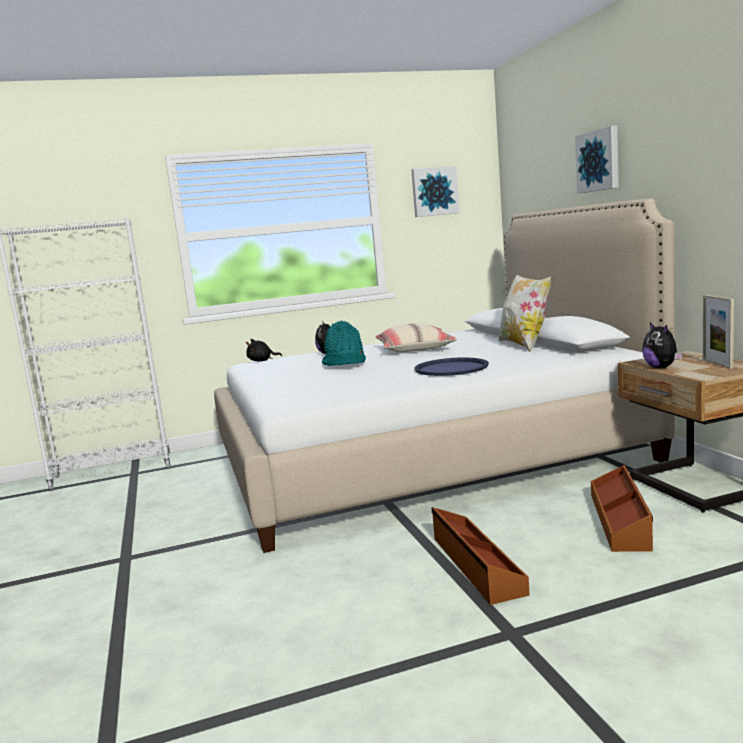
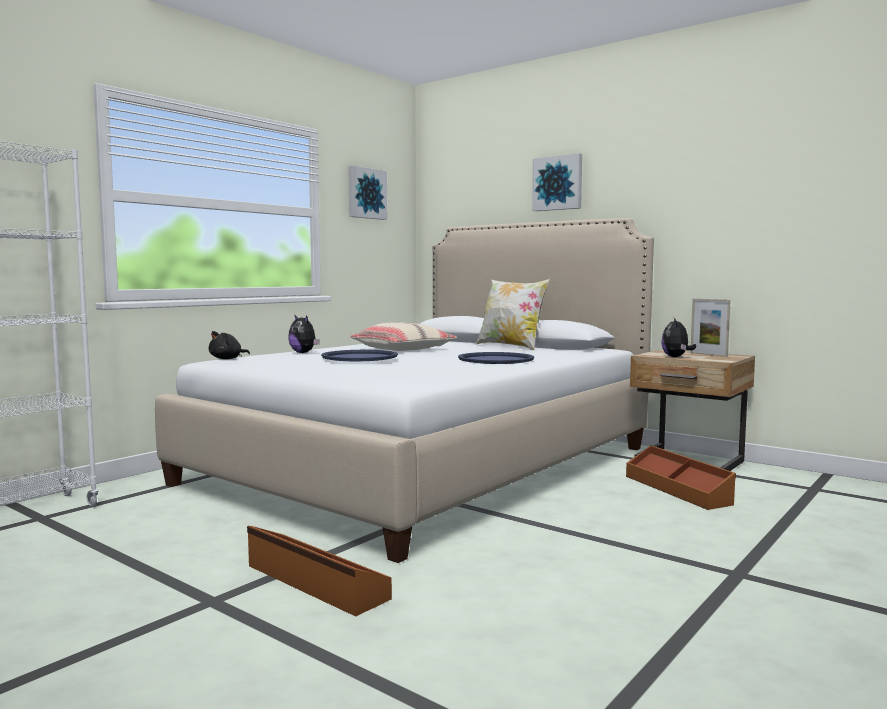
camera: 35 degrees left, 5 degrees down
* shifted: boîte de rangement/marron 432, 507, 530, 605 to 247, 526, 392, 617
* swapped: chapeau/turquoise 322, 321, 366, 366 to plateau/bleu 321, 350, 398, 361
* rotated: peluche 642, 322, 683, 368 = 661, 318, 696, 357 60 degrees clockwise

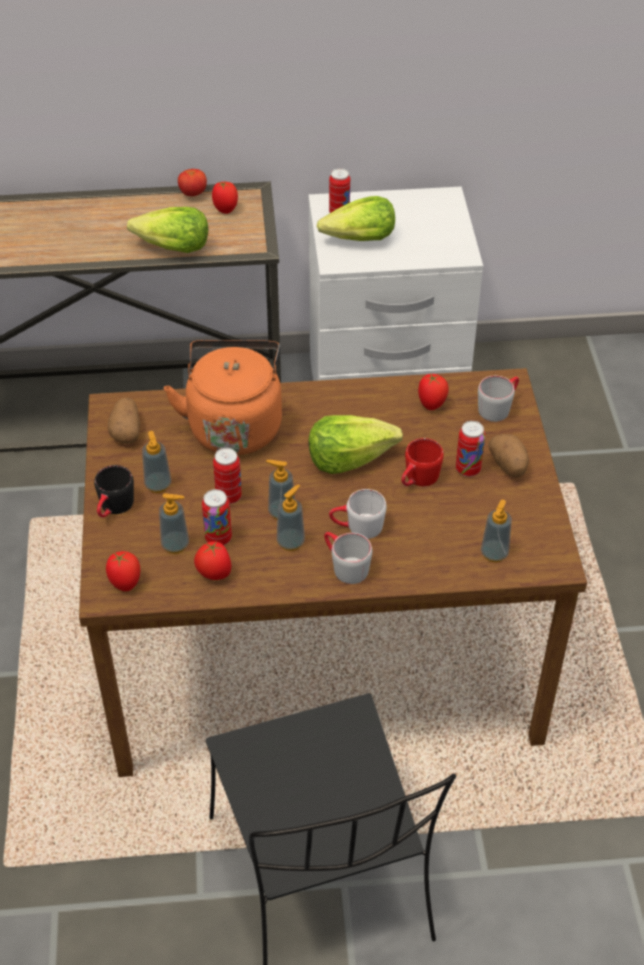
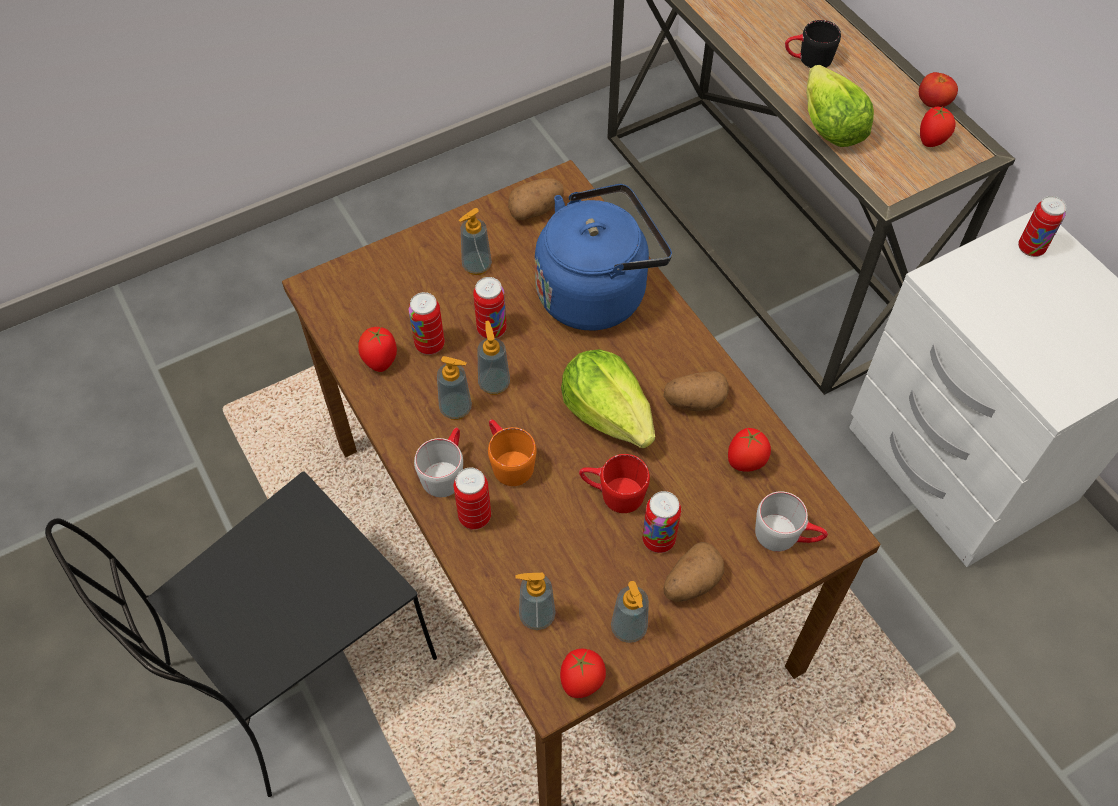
camera: 65 degrees right, 10 degrees up
* gone: laitue 317, 196, 395, 241
* new: boîte métallique 453, 468, 491, 530
* new: pomme de terre 663, 371, 729, 411
* shifted: mug/noir 94, 465, 134, 518 to 785, 20, 841, 68
* shifted: tomate 106, 551, 140, 591 to 560, 649, 606, 698
* shifted: distributeur de savon 159, 493, 189, 554 to 611, 581, 649, 643
* repainted: bouilloire/orange 164, 340, 282, 455 to bouilloire/bleu 535, 184, 672, 330
* repainted: mug/blanc 329, 489, 387, 539 to mug/orange 488, 420, 537, 486

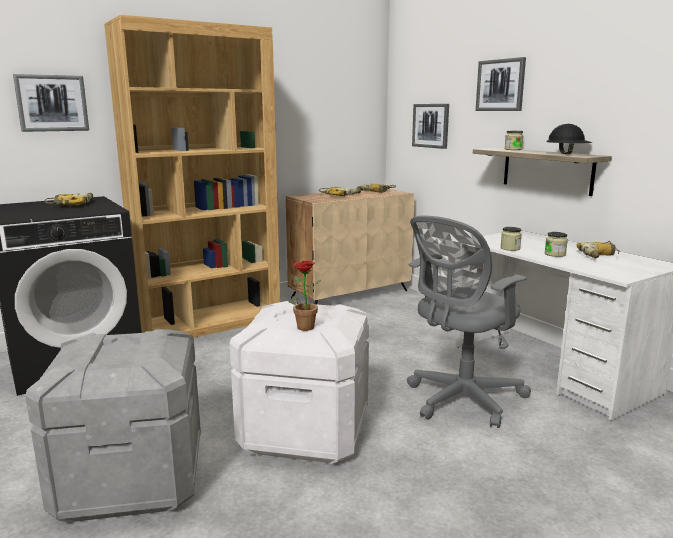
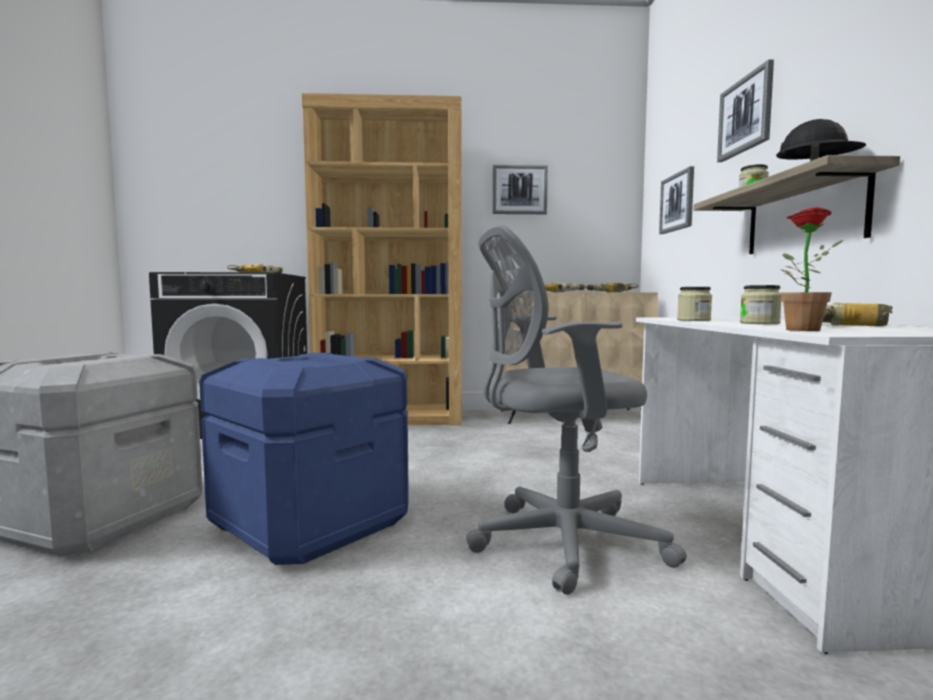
camera: 30 degrees right, 10 degrees down
* shifted: tableau 13, 74, 89, 132 to 493, 165, 548, 214
* shifted: plante en pot 290, 261, 321, 331 to 780, 207, 843, 331
* repainted: boîte de rangement/blanc 230, 301, 369, 464 to boîte de rangement/bleu 199, 353, 409, 565

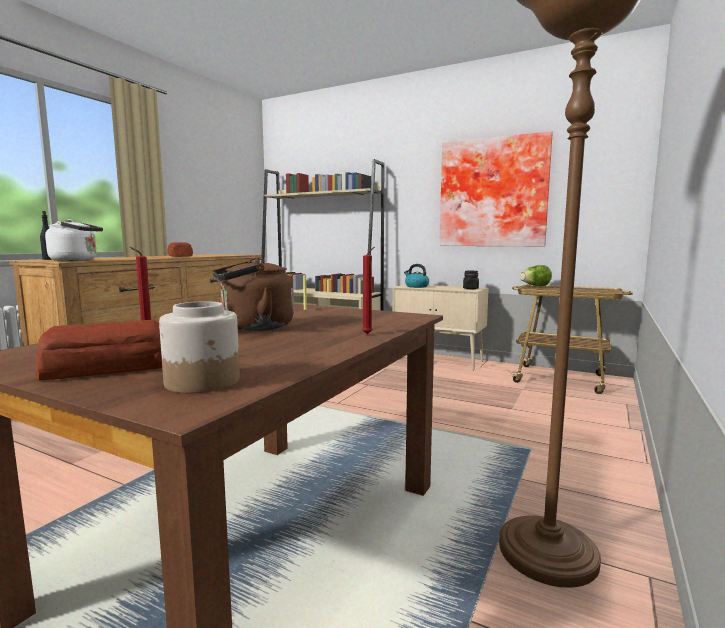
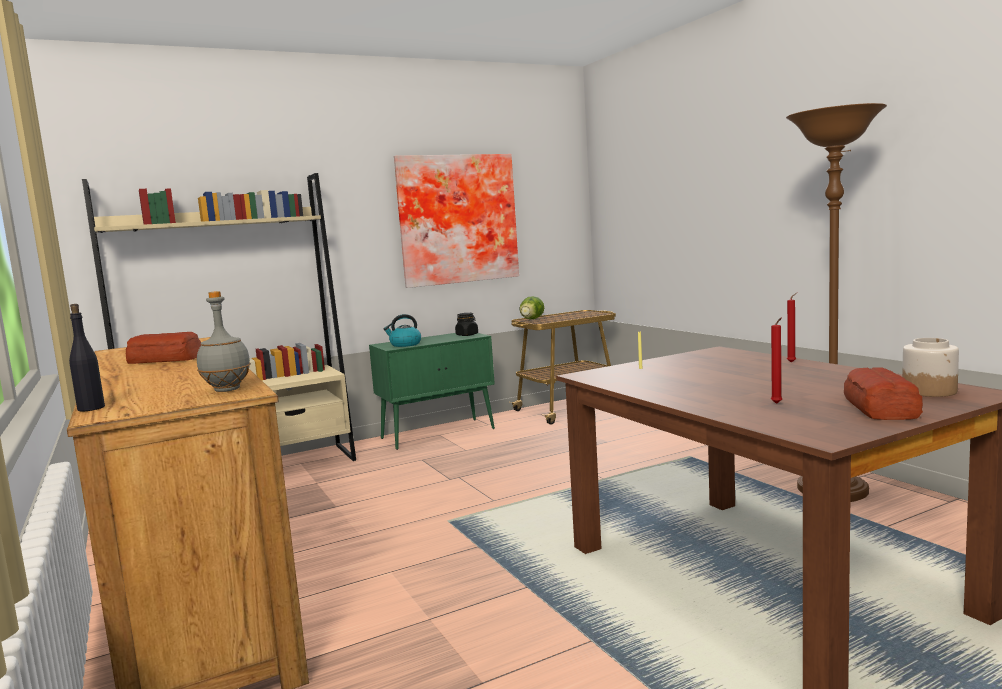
camera: 55 degrees left, 0 degrees up
* gone: bouilloire/marron 212, 258, 294, 331
* swapped: bouilloire/blanc 45, 219, 103, 261 to bouteille/gris 197, 291, 251, 392
* repainted: meuble de rangement/beige 393, 285, 489, 371 to meuble de rangement/vert 369, 333, 495, 450

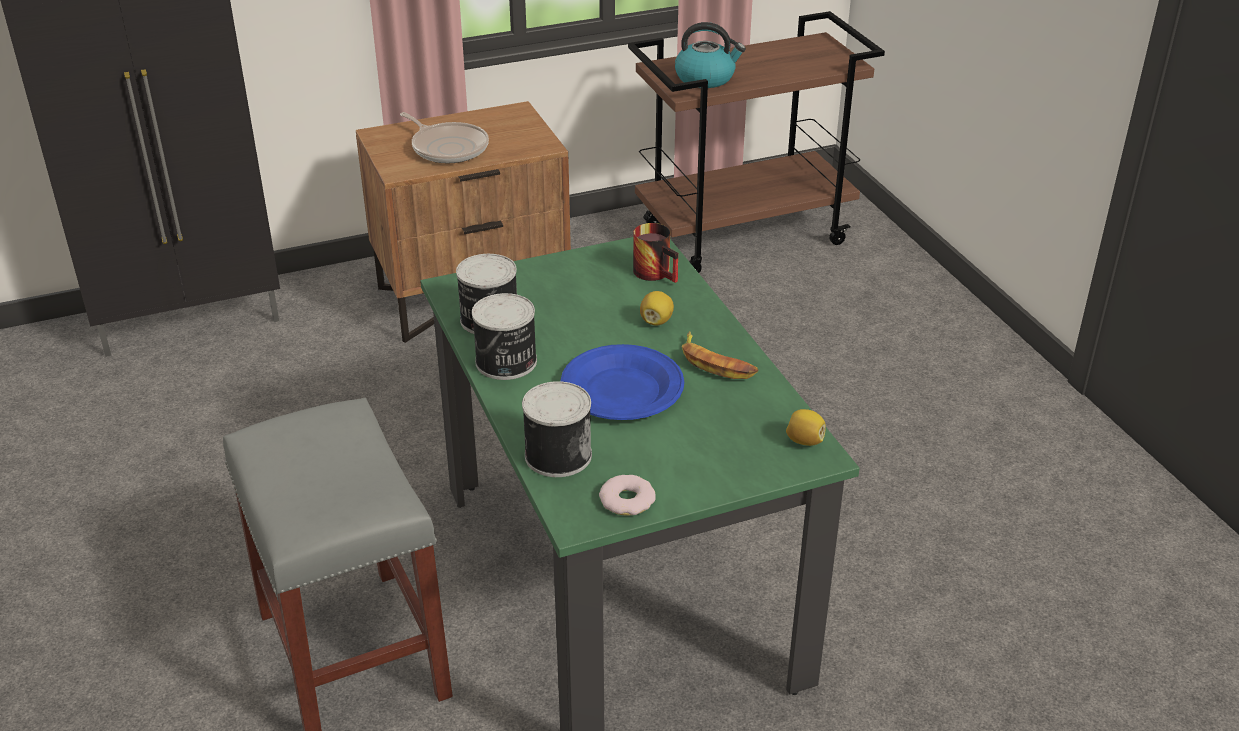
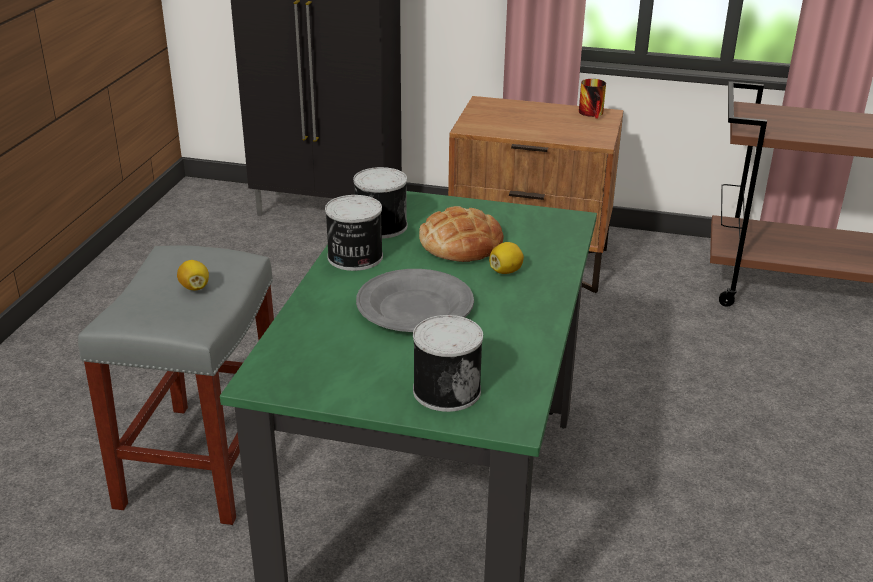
camera: 35 degrees right, 5 degrees down
* gone: poêle 400, 112, 489, 163
* gone: beignet 599, 475, 656, 516
* gone: bouilloire 675, 22, 746, 88
* gone: banane 682, 331, 758, 379
* new: pain 419, 206, 504, 262
* shifted: boîte métallique 522, 381, 592, 477 to 413, 315, 483, 412
* shifted: mug 633, 223, 678, 283 to 579, 79, 606, 119
* shifted: citron 786, 409, 826, 446 to 177, 260, 209, 290
* repainted: assiette/bleu 561, 344, 684, 420 to assiette/gris 356, 269, 474, 332

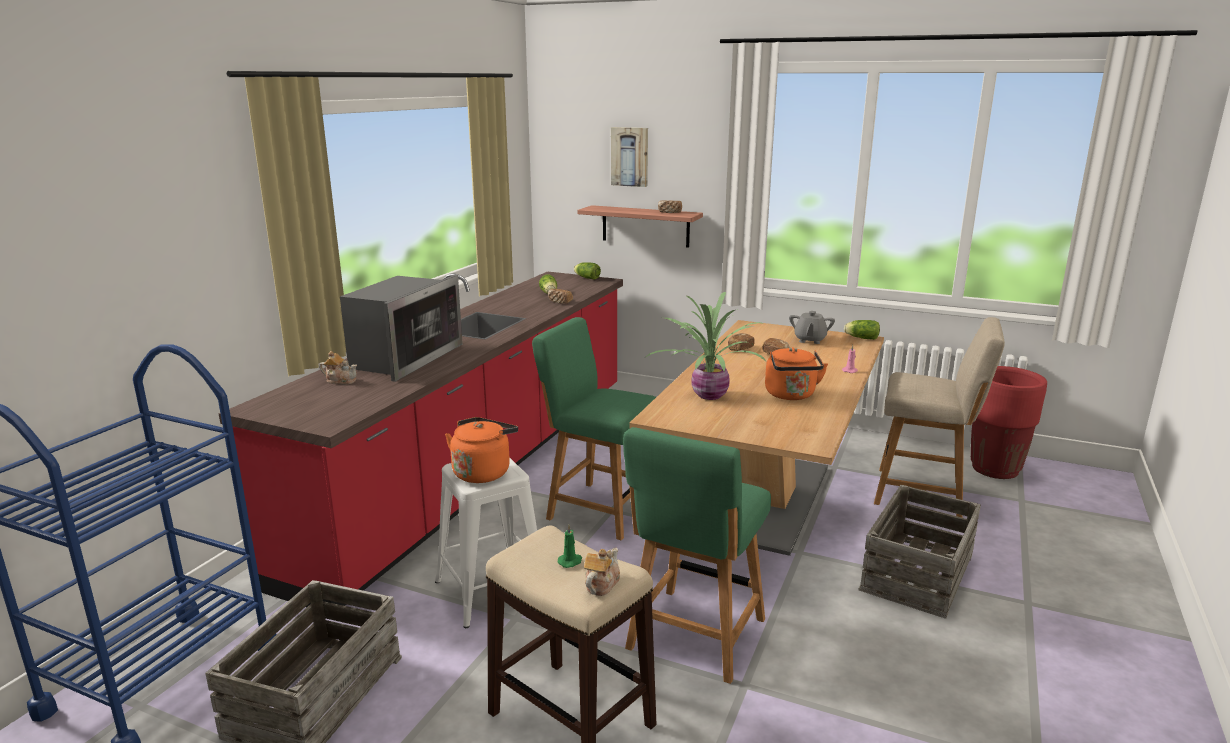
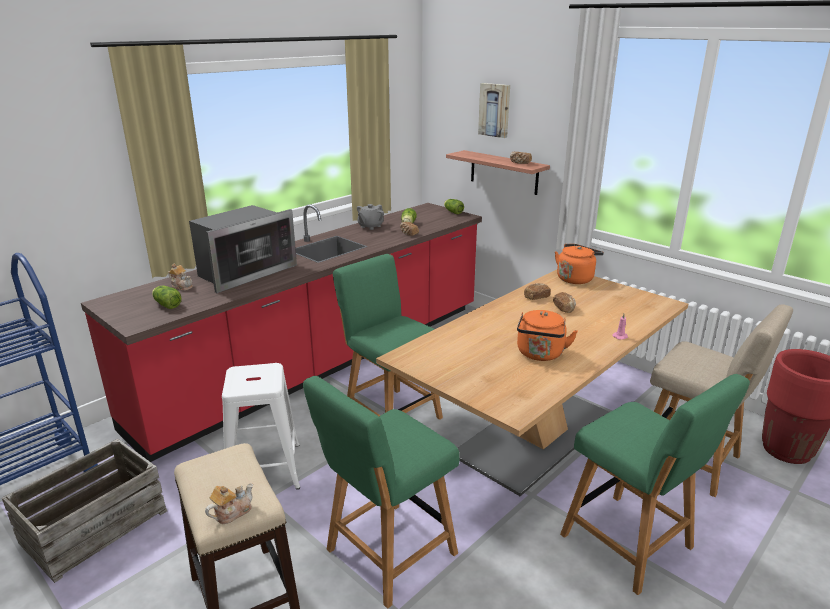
camera: 20 degrees right, 5 degrees up
* gone: bougie/vert 558, 525, 582, 568
* gone: plante en pot 646, 292, 766, 400
* shifted: bouilloire/orange 445, 417, 518, 483 to 555, 244, 604, 284
* shifted: théière/gris 789, 311, 835, 344 to 357, 204, 384, 230
* shifted: laitue 844, 320, 880, 340 to 152, 286, 182, 309
* swapped: caisse 858, 485, 981, 619 to chaise/vert 560, 374, 750, 595

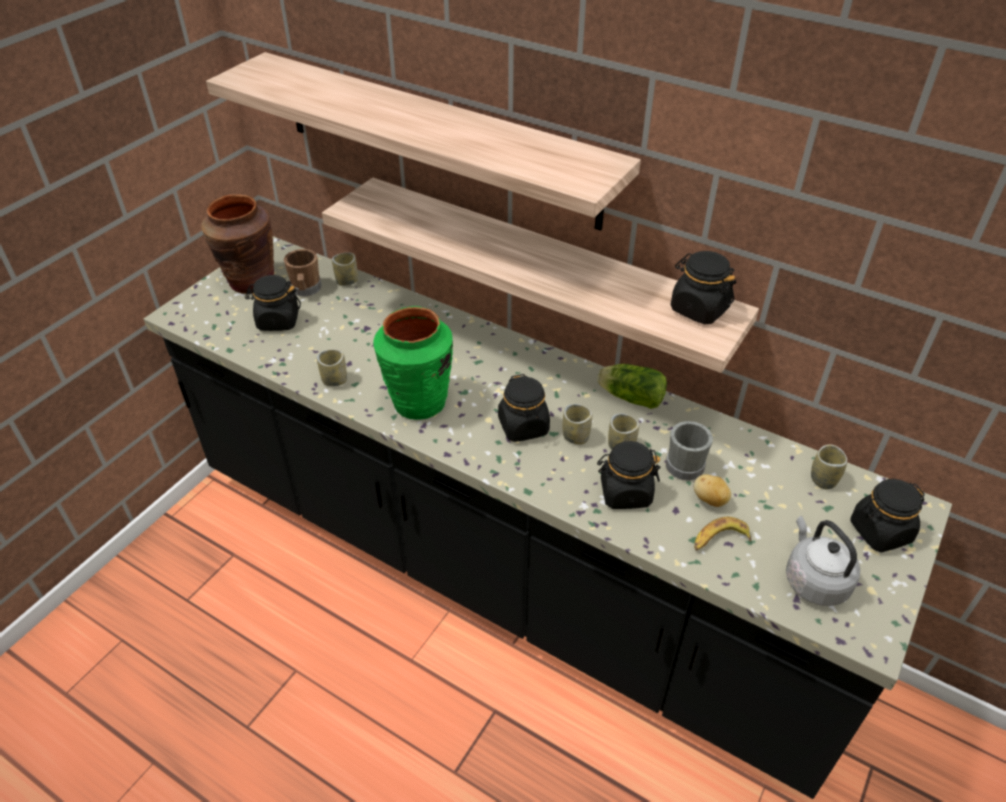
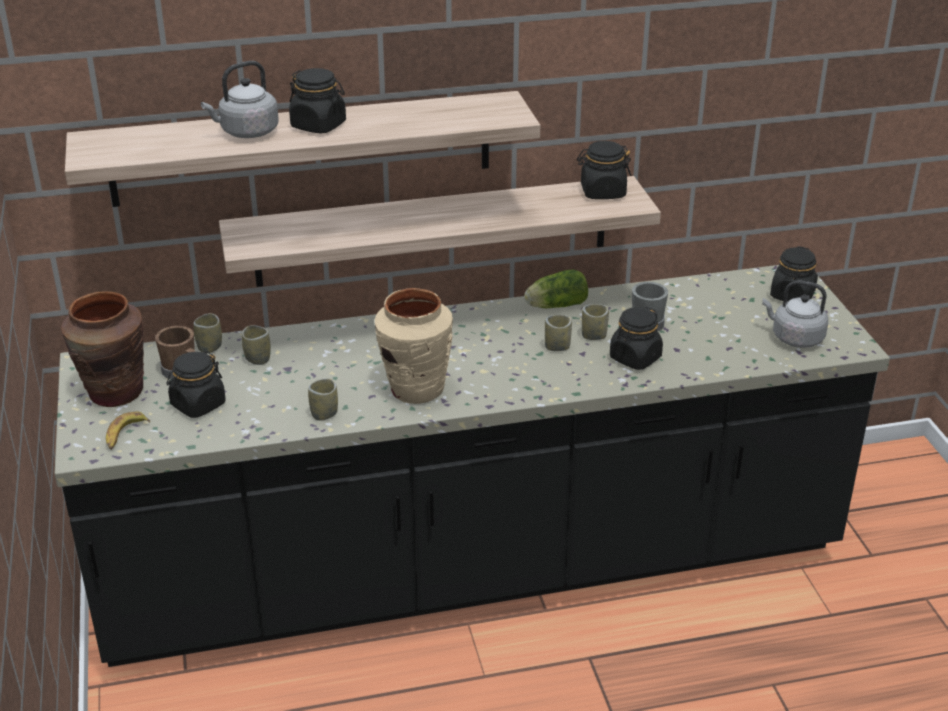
camera: 45 degrees left, 10 degrees down
* gone: pomme de terre 694, 474, 731, 507
* new: bouilloire/gris 201, 61, 279, 138
* shifted: bocal/noir 498, 374, 550, 442 to 289, 68, 346, 134
* shifted: banane 694, 517, 752, 551 to 106, 412, 150, 450
* shifted: tasse 811, 444, 847, 489 to 242, 325, 270, 365
* repainted: vase/vert 373, 306, 453, 420 to vase/beige 375, 288, 453, 404

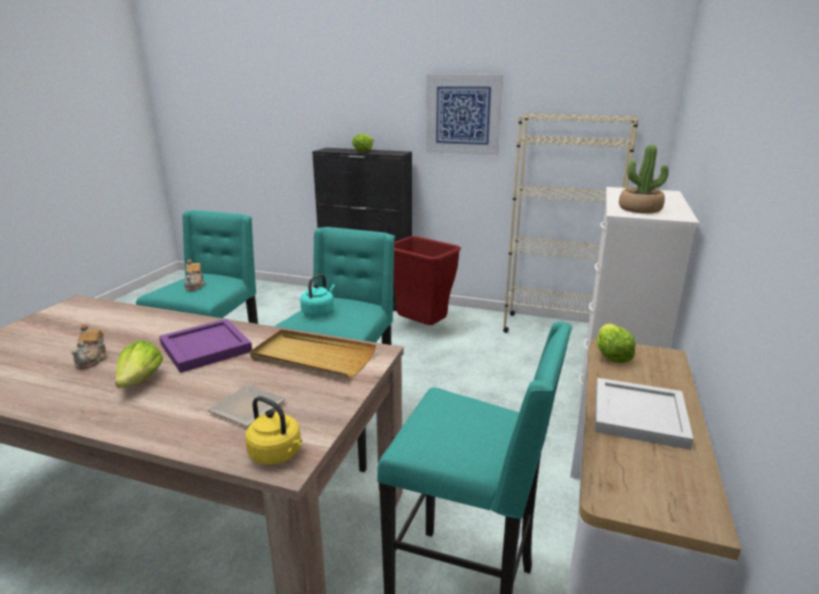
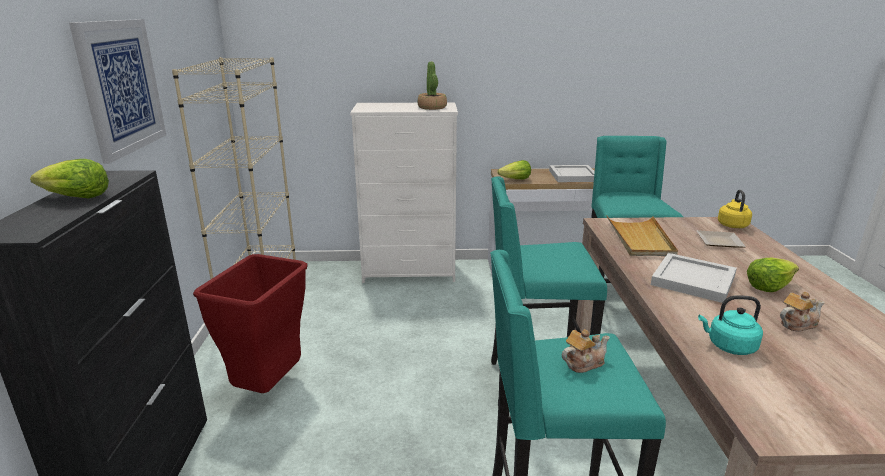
camera: 110 degrees left, 0 degrees up
* shifted: bouilloire/turquoise 300, 274, 335, 317 to 698, 295, 763, 355
* repainted: plateau/violet 159, 319, 252, 373 to plateau/blanc 651, 253, 737, 303

